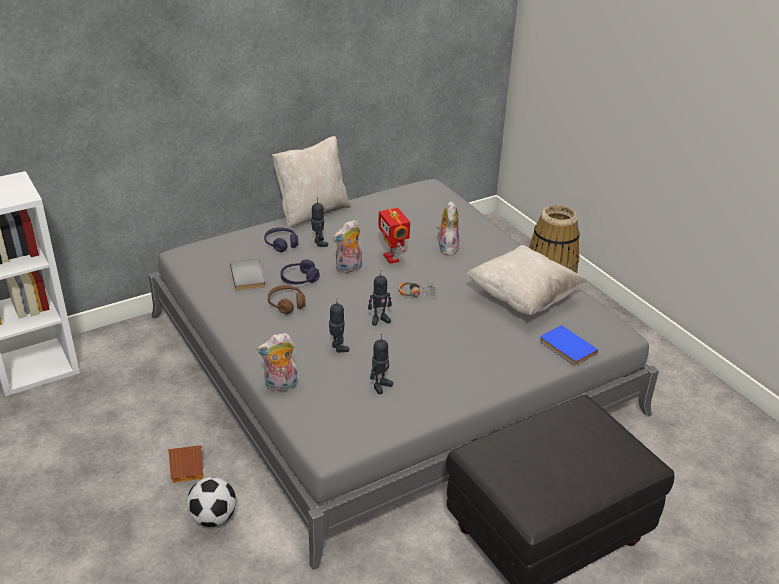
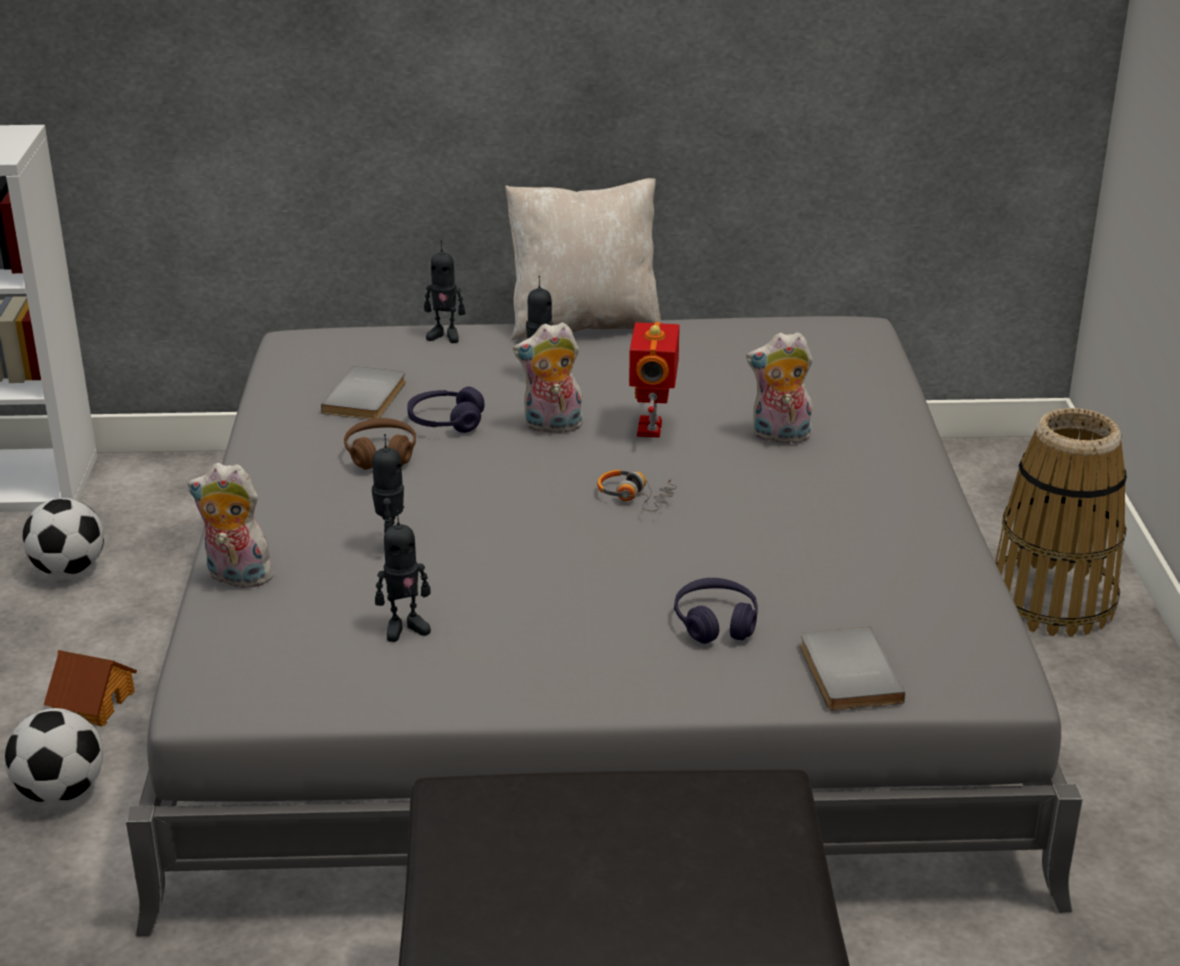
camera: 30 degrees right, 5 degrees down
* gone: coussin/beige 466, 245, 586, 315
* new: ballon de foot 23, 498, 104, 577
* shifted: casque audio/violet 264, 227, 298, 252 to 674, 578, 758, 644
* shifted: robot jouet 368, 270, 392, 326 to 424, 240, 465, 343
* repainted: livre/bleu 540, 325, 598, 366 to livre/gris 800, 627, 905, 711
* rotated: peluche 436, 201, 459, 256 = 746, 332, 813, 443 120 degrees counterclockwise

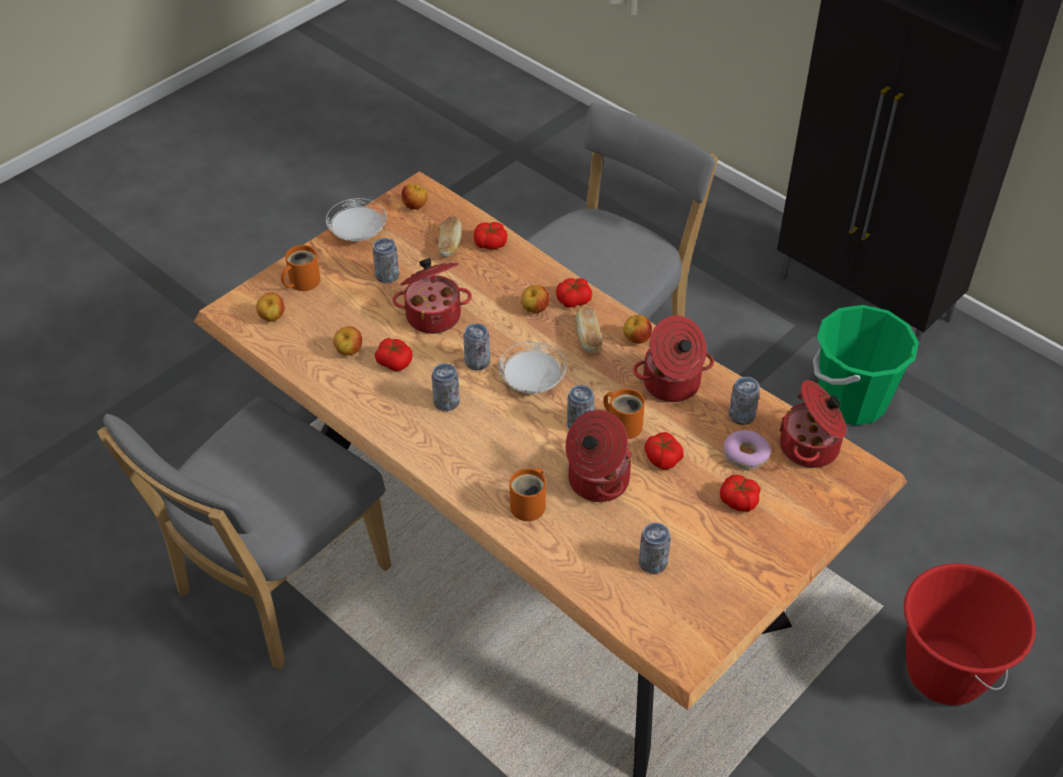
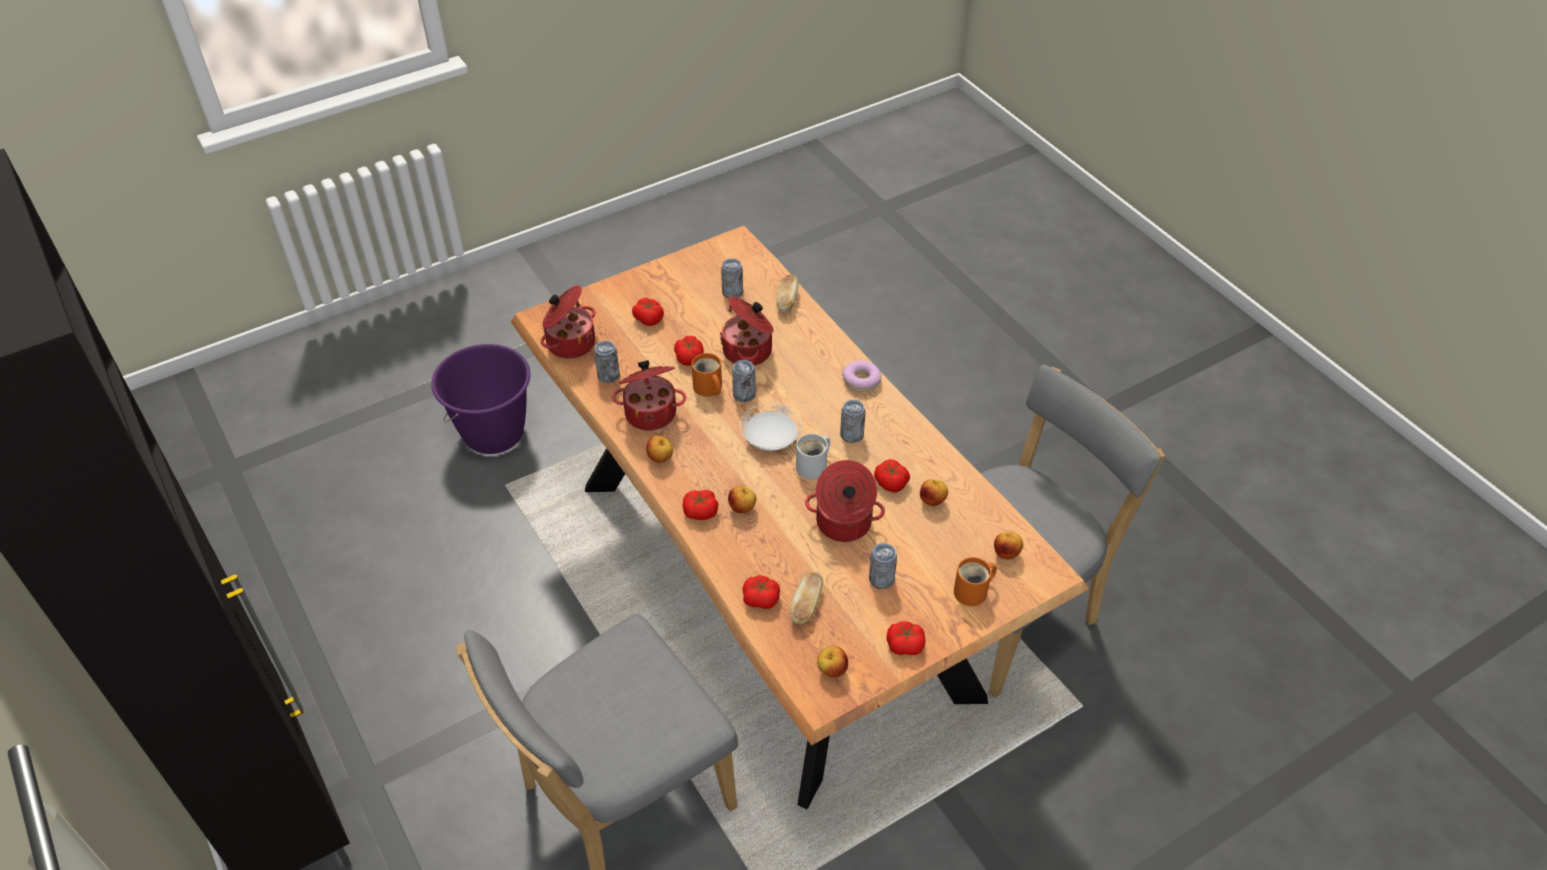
camera: 165 degrees left, 0 degrees up
* gone: mug/orange 510, 468, 546, 521
* gone: seau/vert 813, 305, 919, 425
* shifted: pain 576, 306, 603, 352 to 776, 275, 798, 311
* shifted: beignet 723, 430, 771, 470 to 842, 360, 881, 392
* swapped: assiette/blanc 326, 198, 387, 241 to tomate 886, 621, 926, 655
* swapped: boîte métallique 463, 323, 490, 371 to mug/blanc 796, 434, 831, 479
* repainted: seau/rouge 904, 563, 1036, 705 to seau/violet 431, 344, 531, 454

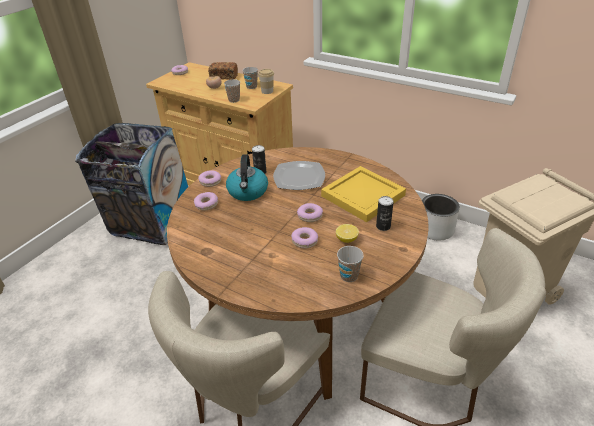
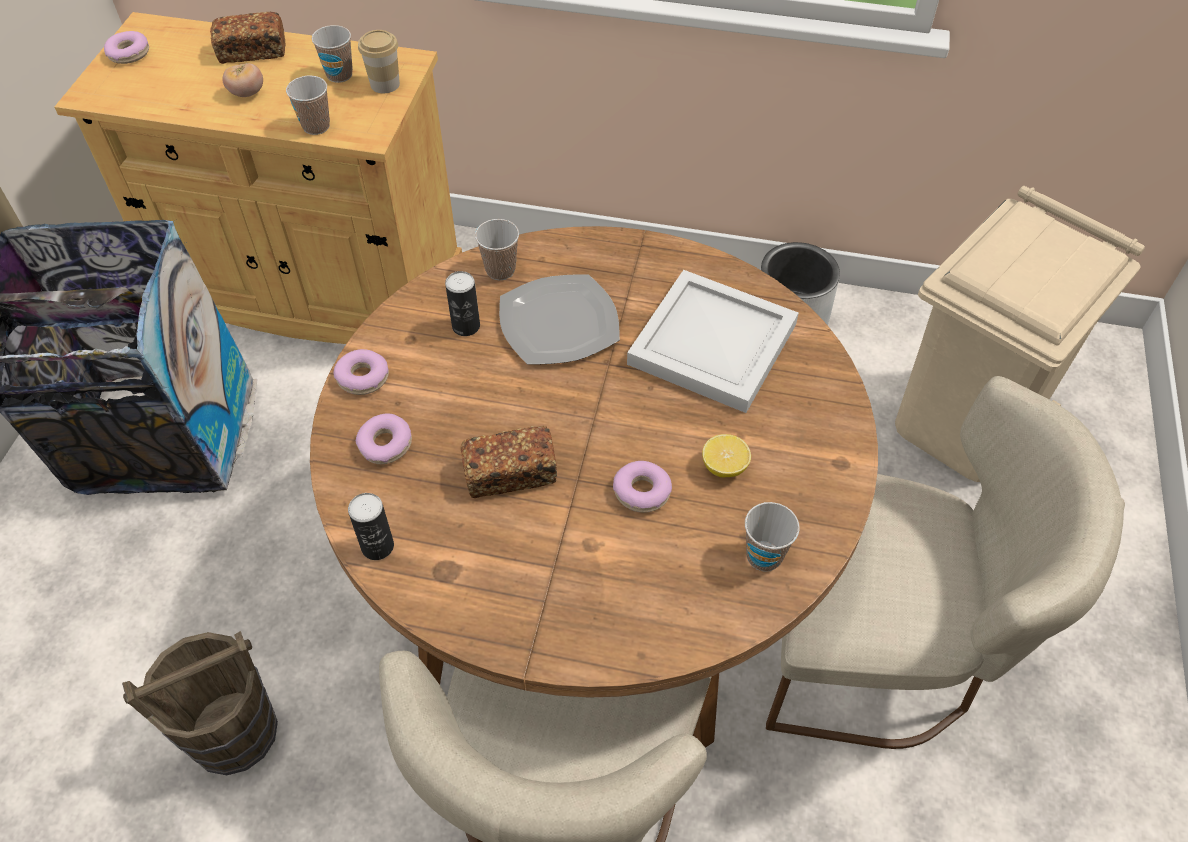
camera: 20 degrees left, 15 degrees up
* gone: bouilloire 226, 154, 268, 201
* gone: beignet 297, 203, 323, 222
* new: seau/marron 122, 631, 278, 775
* new: pain 461, 425, 557, 498
* new: tasse 475, 219, 519, 280
* shifted: boîte métallique 376, 196, 394, 231 to 348, 493, 394, 560
* repainted: plateau/jaune 321, 166, 406, 222 to plateau/blanc 627, 270, 799, 413

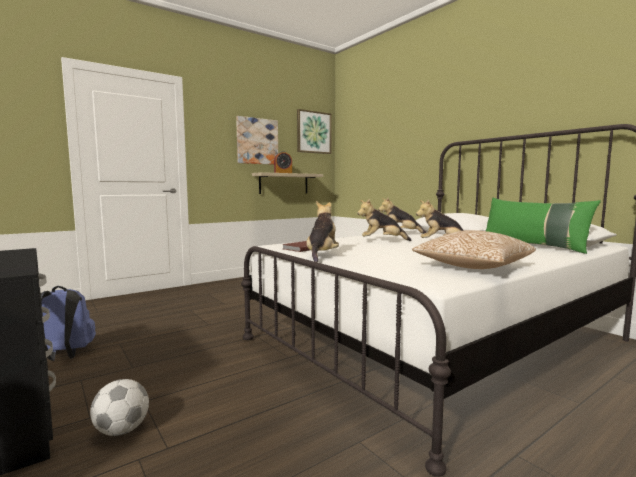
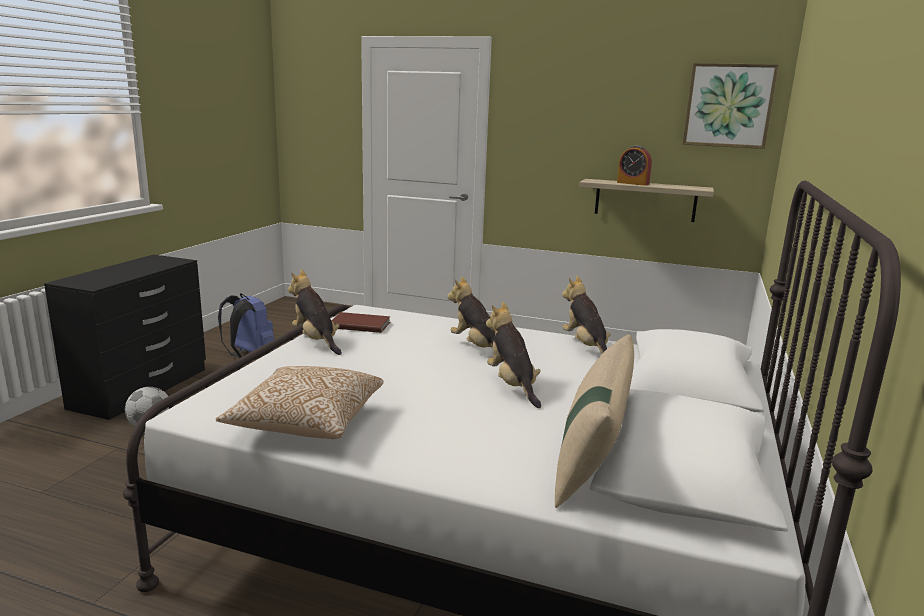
camera: 55 degrees right, 10 degrees up
* gone: tableau 236, 116, 278, 165
* repainted: coussin/vert 486, 198, 601, 254 to coussin/beige 555, 334, 634, 508
* rotated: peluche 307, 201, 339, 262 = 288, 270, 342, 355 105 degrees counterclockwise

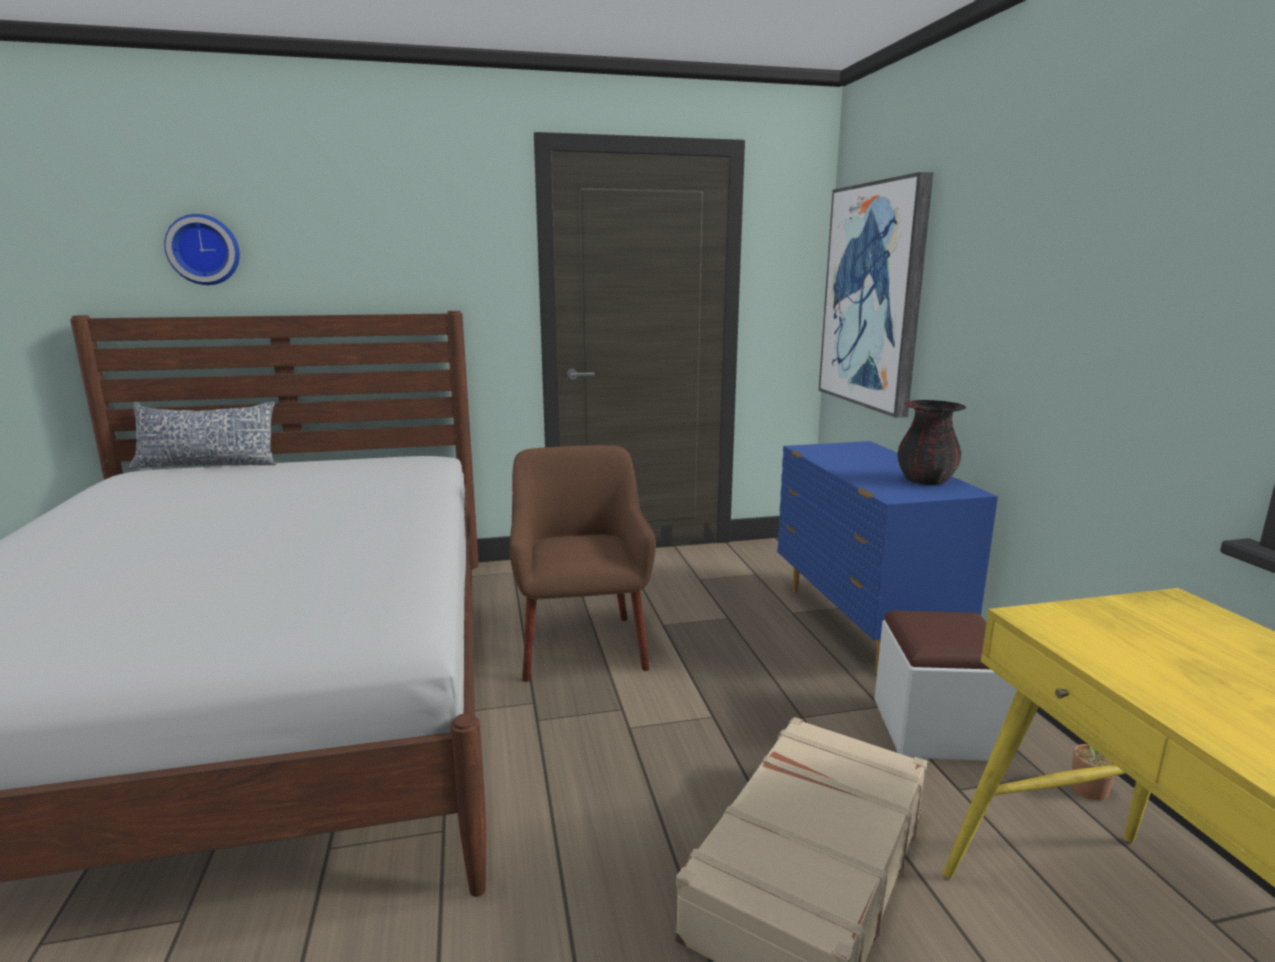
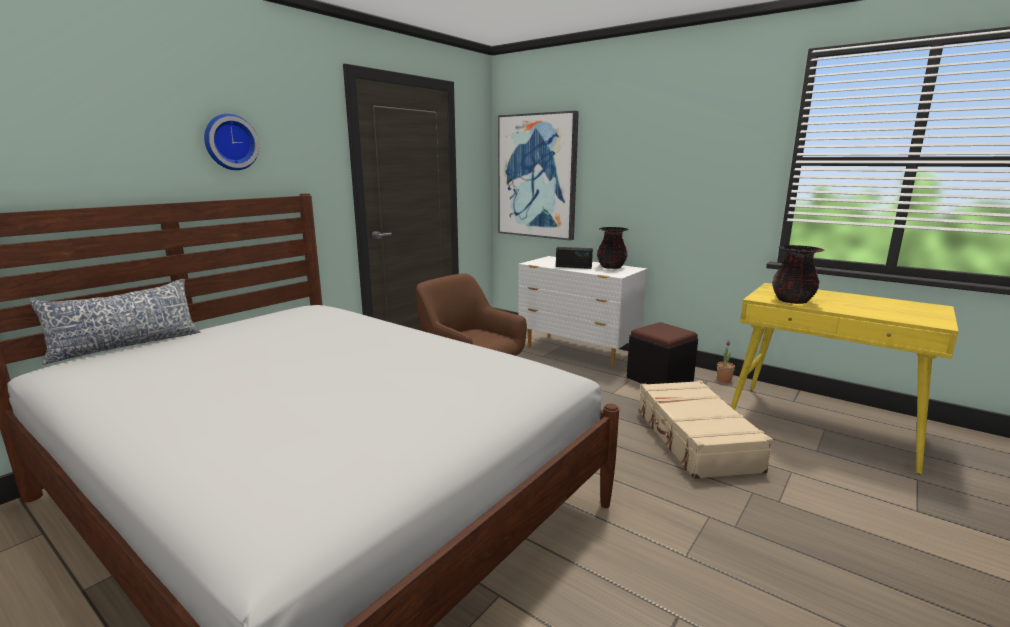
camera: 40 degrees left, 0 degrees up
* new: radio 556, 247, 593, 269
* new: vase/noir 772, 245, 824, 304
* shifted: horloge murale 164, 214, 240, 285 to 204, 114, 259, 170
* repainted: commode/bleu 777, 441, 998, 674 to commode/blanc 518, 256, 648, 368
* repainted: pouf/blanc 874, 611, 1017, 761 to pouf/noir 627, 322, 698, 384

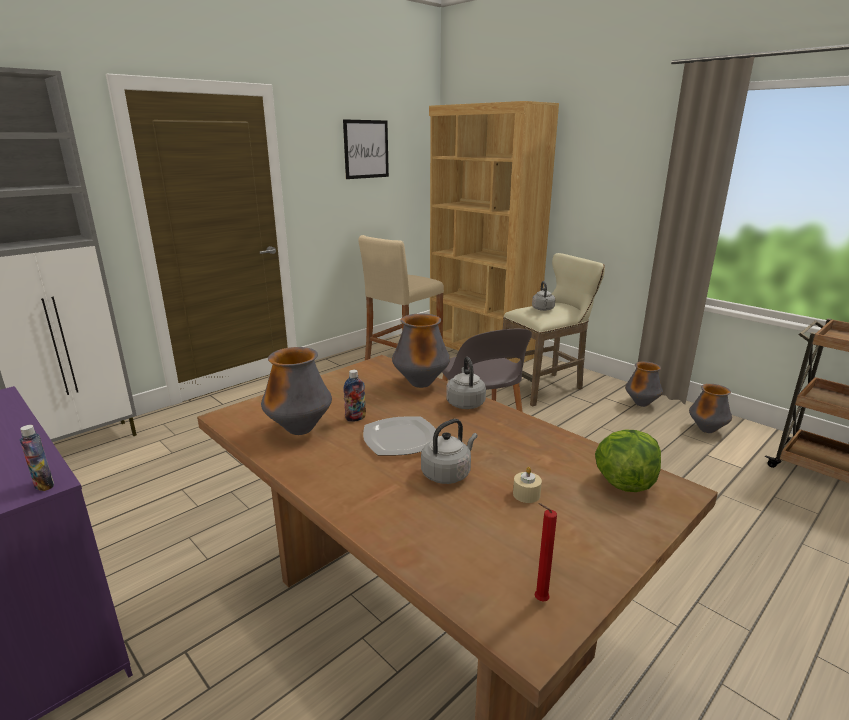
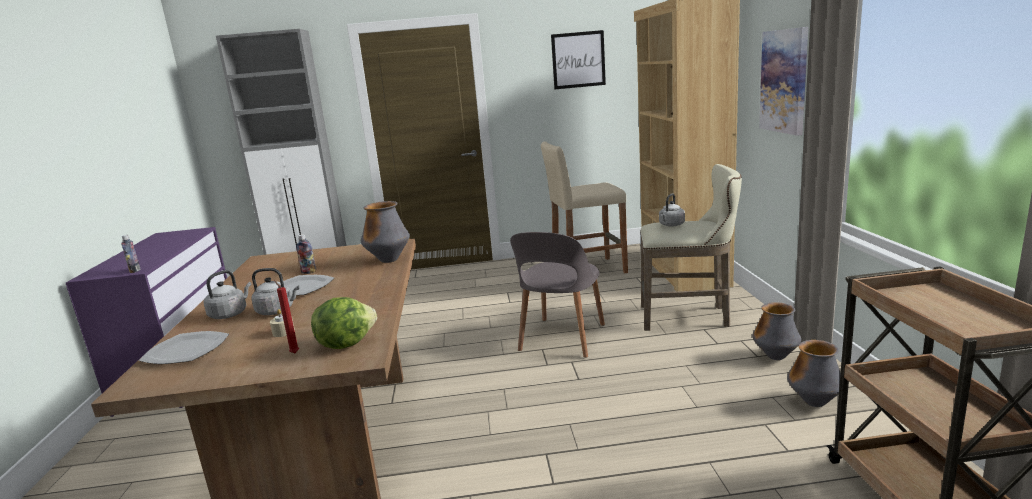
camera: 40 degrees right, 5 degrees down
* gone: vase 261, 347, 332, 435
* new: assiette 138, 331, 229, 364
* new: tableau 759, 27, 808, 136
* shifted: bouilloire/gris 446, 357, 486, 409 to 203, 270, 251, 319
* shifted: bougie/rouge 535, 503, 557, 602 to 274, 280, 299, 353

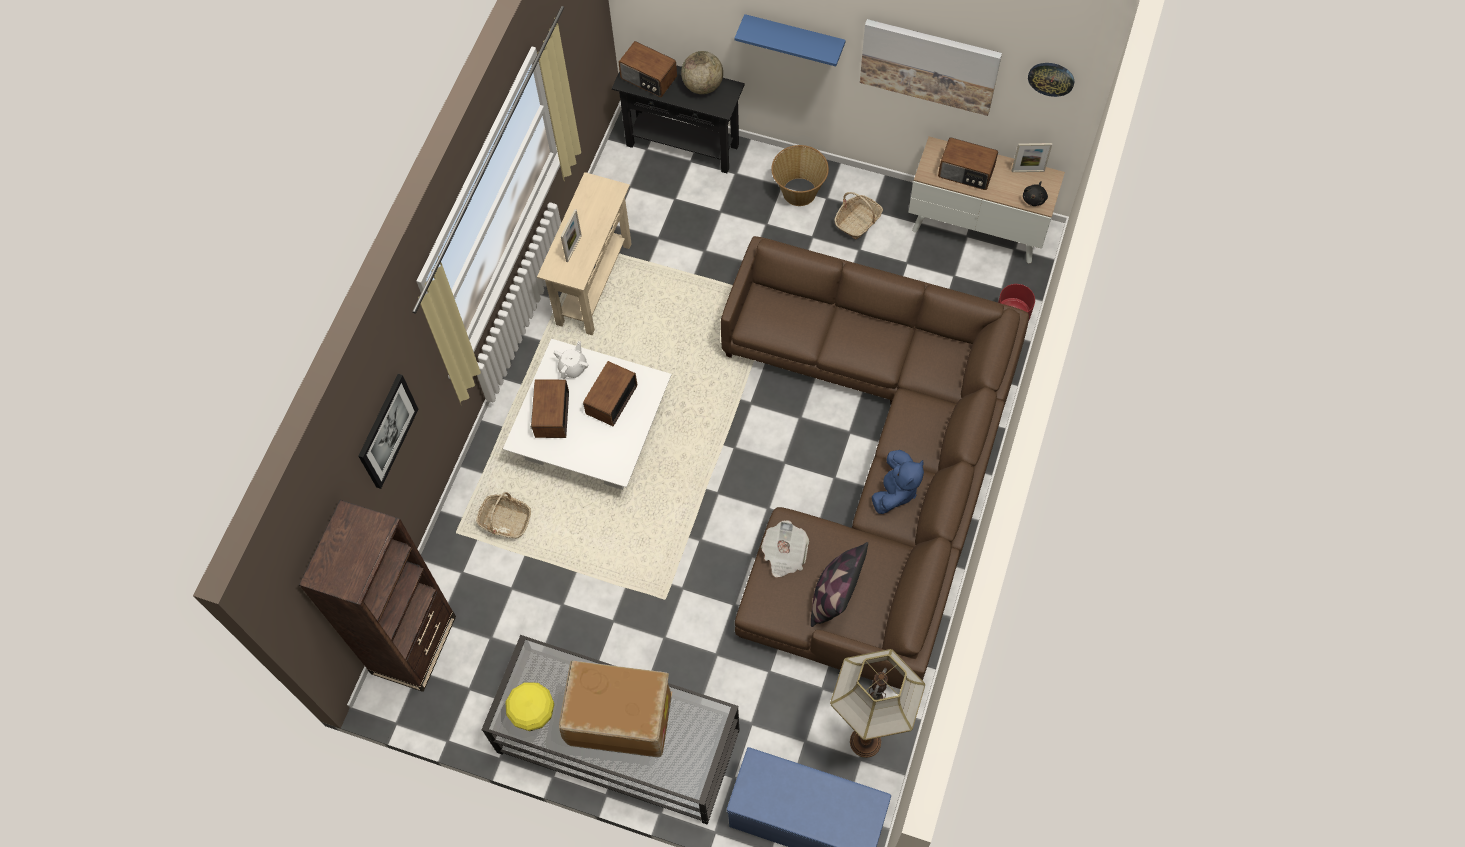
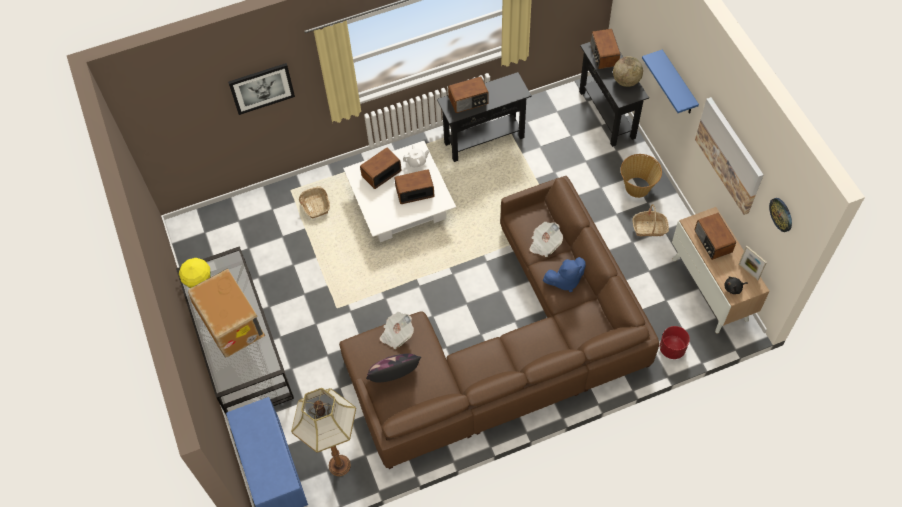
camera: 50 degrees right, 5 degrees down
* gone: bibliothèque/marron 299, 500, 456, 692
* new: journal 529, 222, 563, 257
* shifted: peluche/bleu 872, 450, 924, 514 to 543, 257, 586, 292
* swapped: cadre photo 561, 209, 582, 262 to radio 448, 76, 489, 113
* repainted: table console/beige 537, 172, 632, 335 to table console/noir 437, 72, 532, 162

